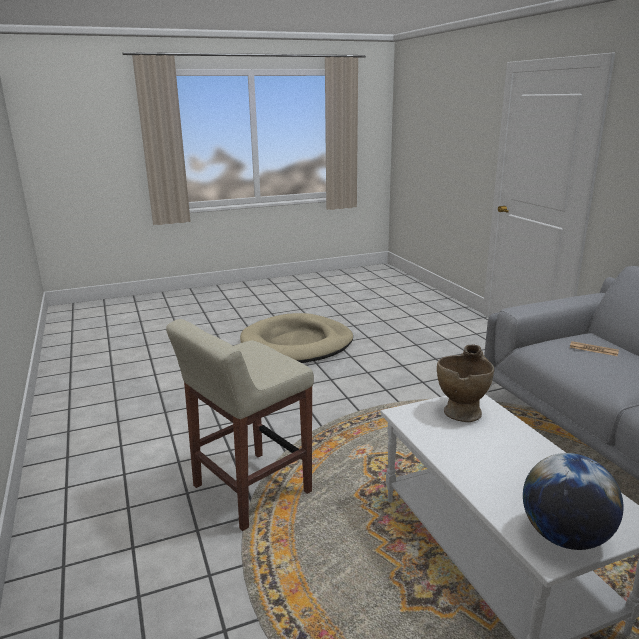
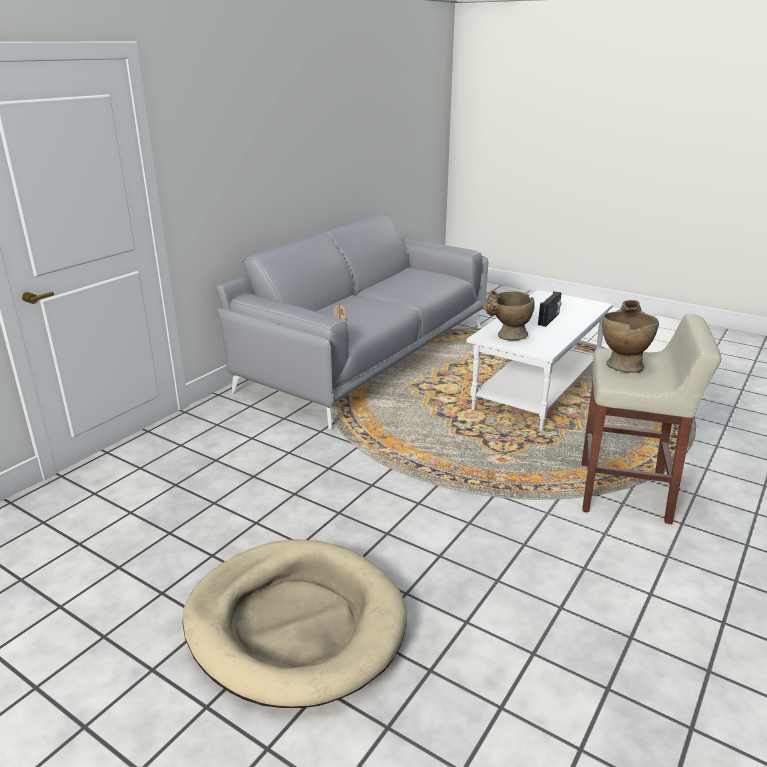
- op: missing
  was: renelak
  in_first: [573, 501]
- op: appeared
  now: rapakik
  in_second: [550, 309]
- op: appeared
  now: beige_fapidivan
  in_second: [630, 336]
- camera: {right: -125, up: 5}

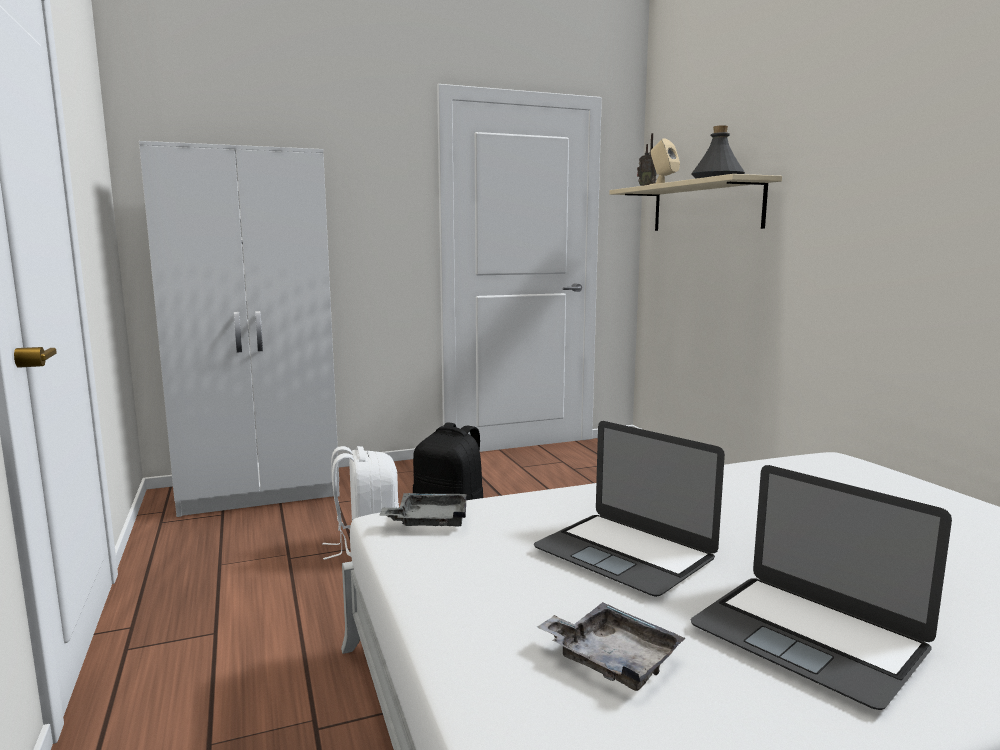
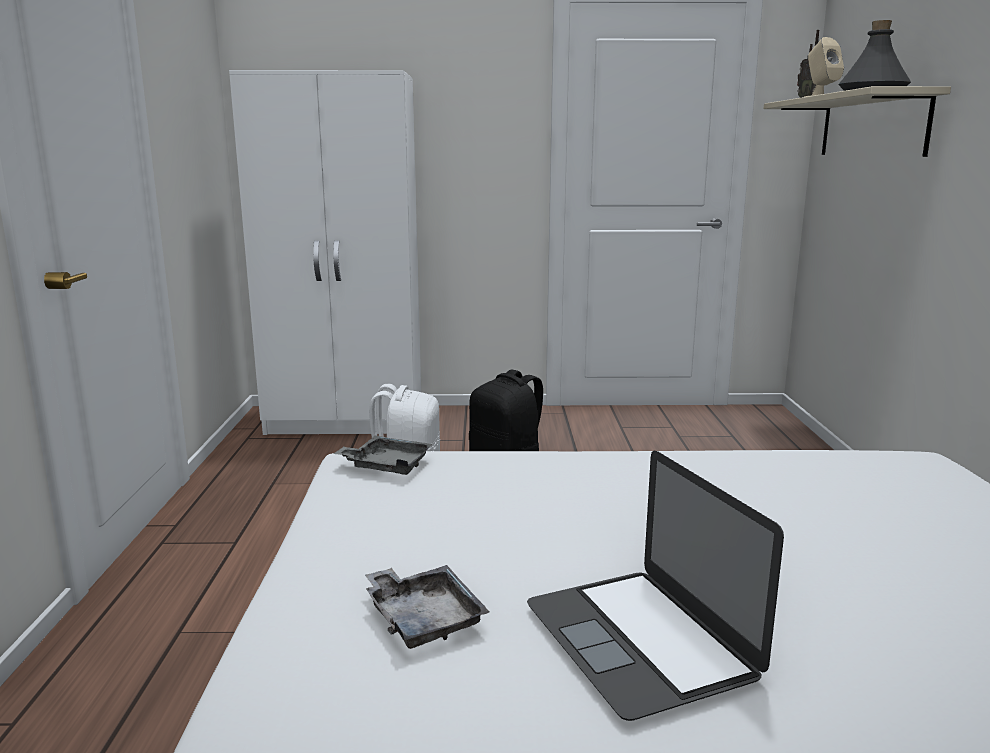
- op: missing
  was: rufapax
  in_first: [629, 509]
- camera: {right: 20, up: 5}

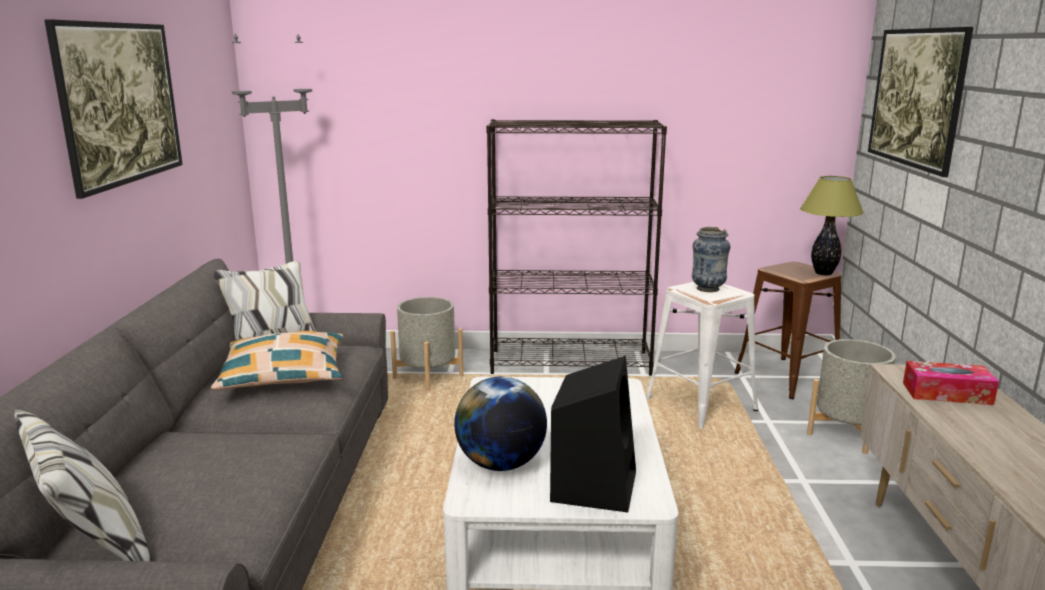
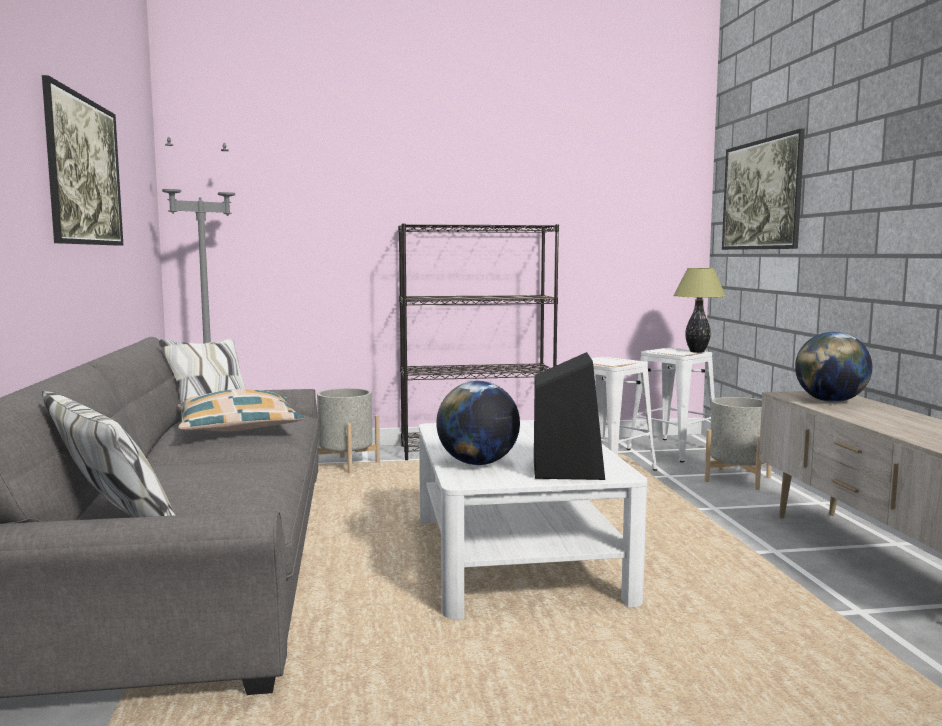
- op: missing
  was: fapidivan
  in_first: [711, 259]
- op: colour
  was: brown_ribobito
  now: white_ribobito
  in_first: [788, 330]
  in_second: [670, 405]
- op: exchanged
  was: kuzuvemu
  now: renelak
  in_first: [951, 383]
  in_second: [833, 367]
- camera: {right: -10, up: -10}

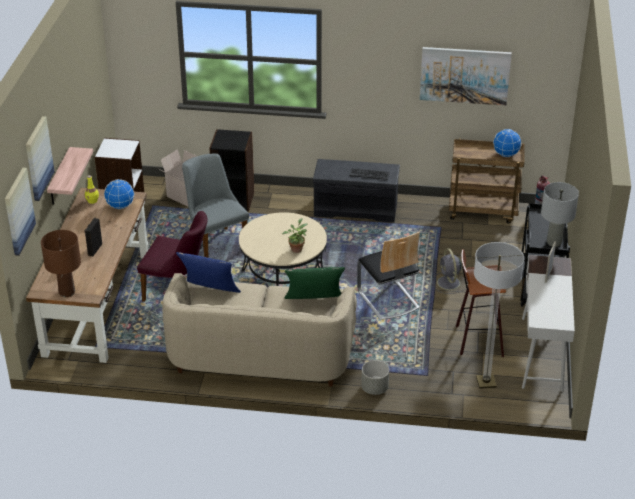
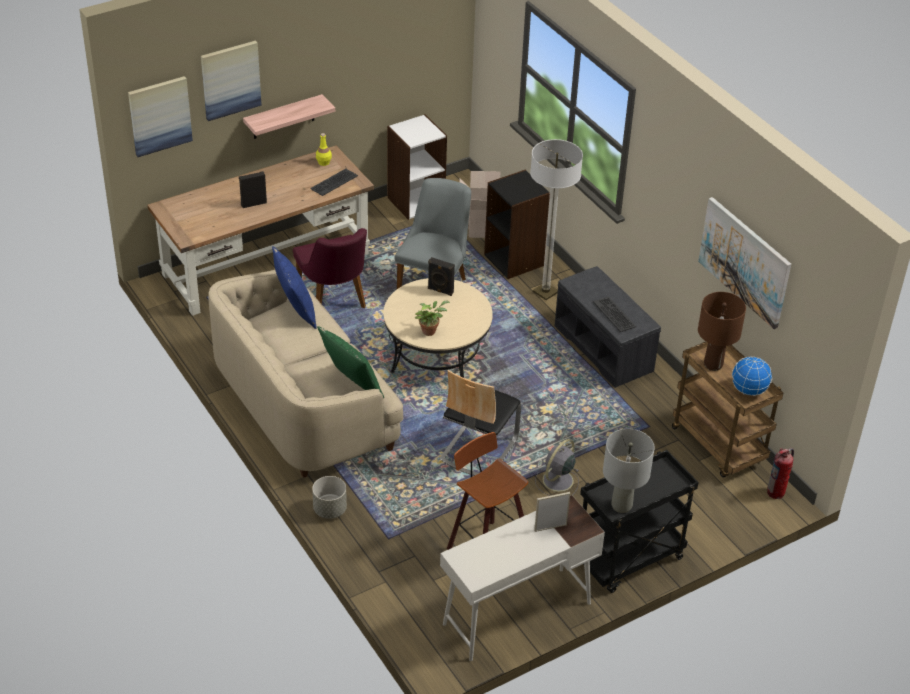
- op: exchanged
  was: renelak
  now: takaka
  in_first: [119, 194]
  in_second: [334, 182]
- op: relocated
  was: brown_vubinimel
  in_first: [61, 263]
  in_second: [722, 331]
- op: relocated
  was: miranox
  in_first: [499, 315]
  in_second: [556, 219]
- op: appeared
  now: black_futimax
  in_second: [441, 276]
- camera: {right: 50, up: 5}

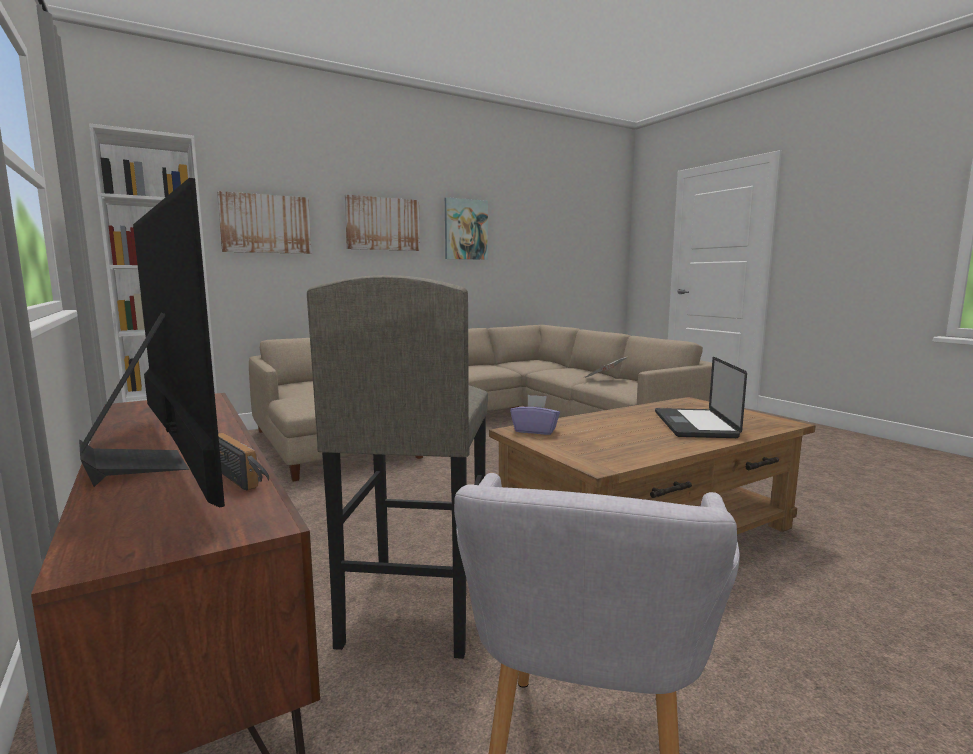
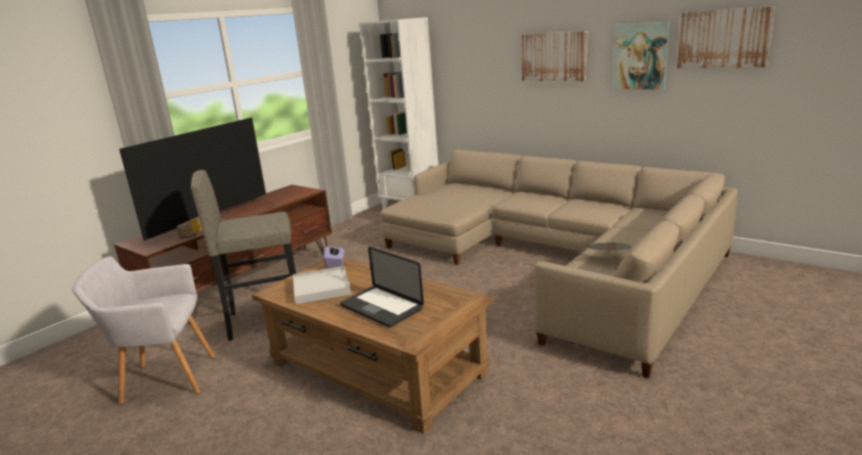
- op: relocated
  was: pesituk
  in_first: [264, 222]
  in_second: [726, 37]
- op: spun
  was: rufapax
  in_first: [701, 397]
  in_second: [382, 287]
  clockwise: -120
- op: appeared
  now: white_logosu
  in_second: [322, 285]
- camera: {right: 70, up: 10}

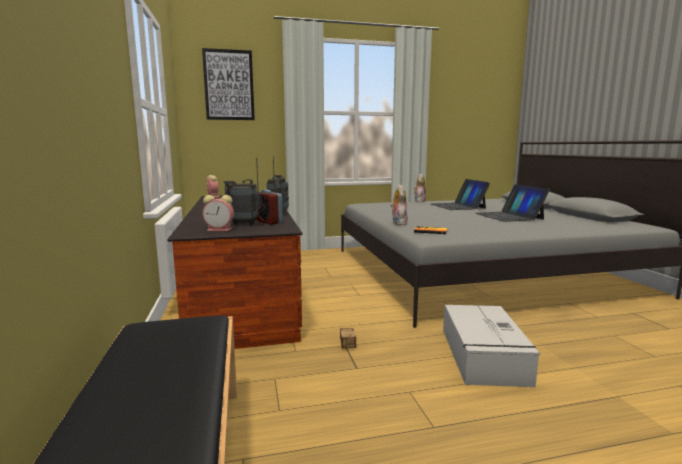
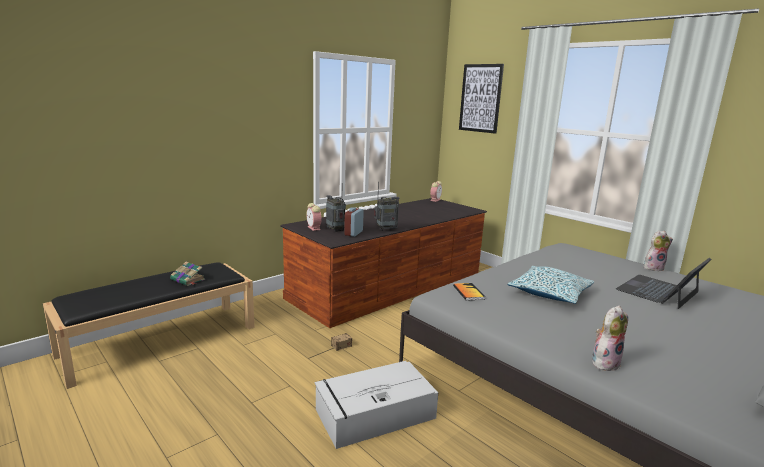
- op: missing
  was: rufapax
  in_first: [512, 203]
- op: relocated
  was: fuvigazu
  in_first: [399, 205]
  in_second: [610, 338]
- op: appeared
  now: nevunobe
  in_second: [187, 274]
- op: appeared
  now: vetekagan
  in_second: [550, 285]
- camera: {right: 60, up: 5}

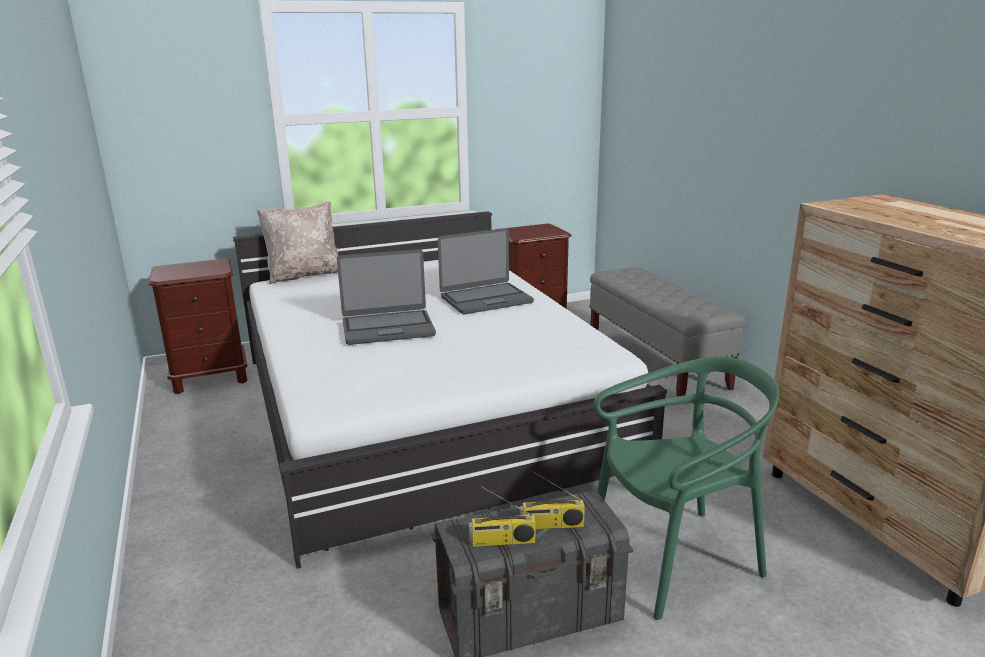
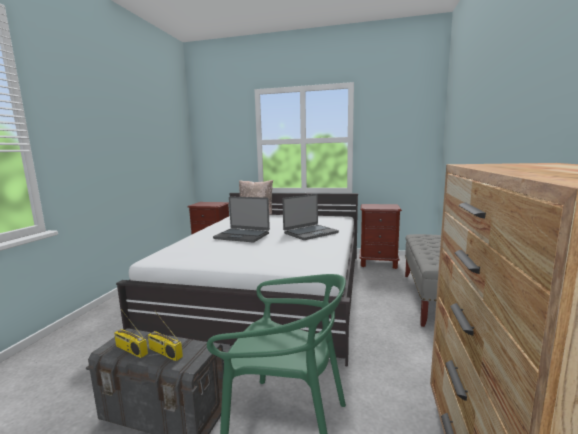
- op: spun
  was: rufapax
  in_first: [486, 271]
  in_second: [310, 217]
  clockwise: -45
- camera: {right: 35, up: -10}

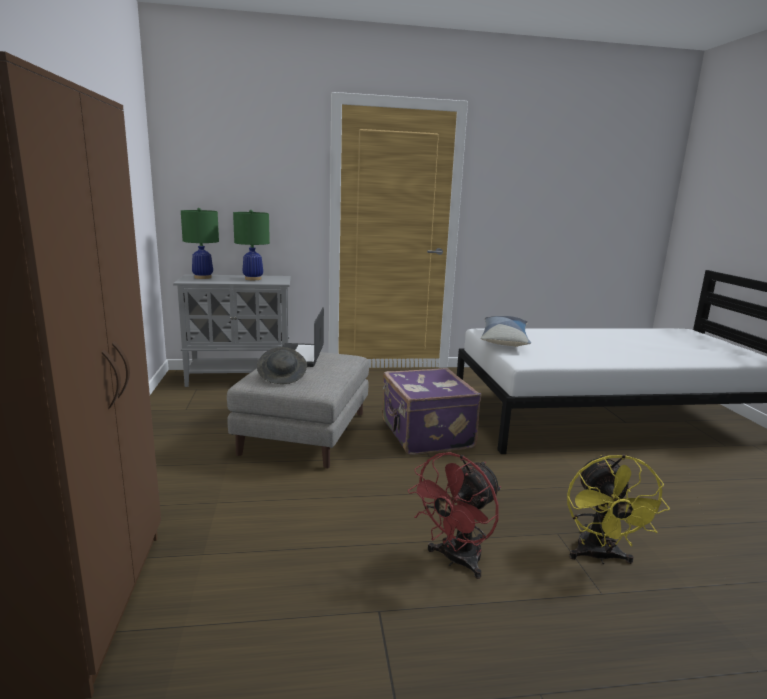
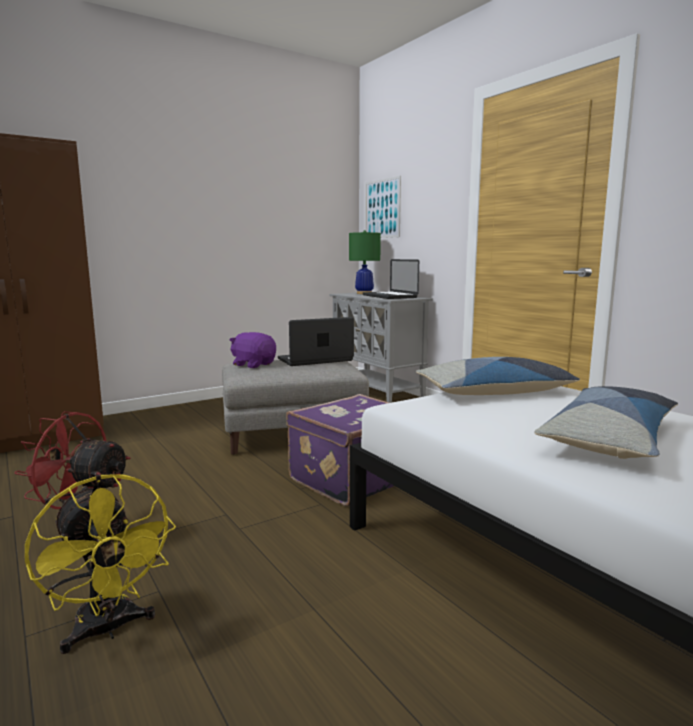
- op: exchanged
  was: green_vubinimel
  now: rufapax
  in_first: [251, 245]
  in_second: [391, 279]
- op: exchanged
  was: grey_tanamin
  now: purple_fuvigazu
  in_first: [282, 365]
  in_second: [253, 350]
- op: spun
  was: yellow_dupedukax
  in_first: [618, 509]
  in_second: [100, 564]
  clockwise: -105
- op: appeared
  now: pesituk
  in_second: [383, 207]
- op: appeared
  now: vetekagan
  in_second: [606, 422]
- camera: {right: 65, up: -5}

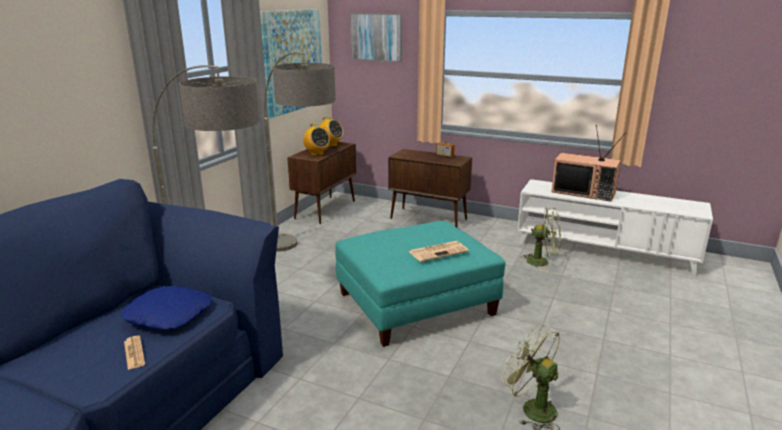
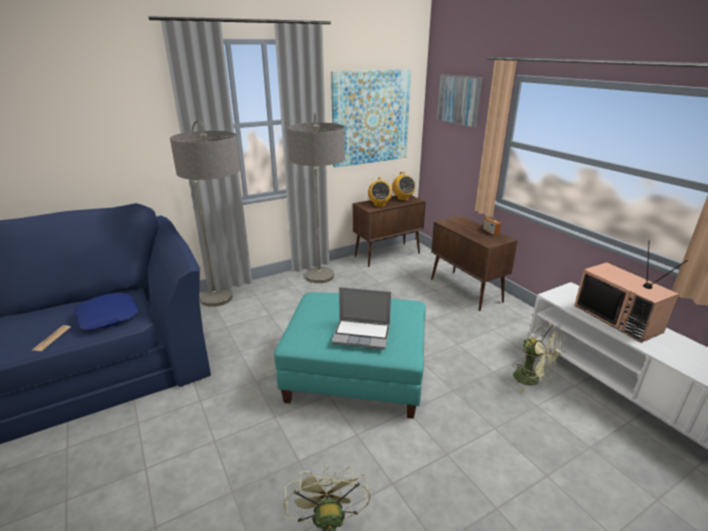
- op: exchanged
  was: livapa
  now: rufapax
  in_first: [438, 251]
  in_second: [361, 318]
- camera: {right: 35, up: 5}

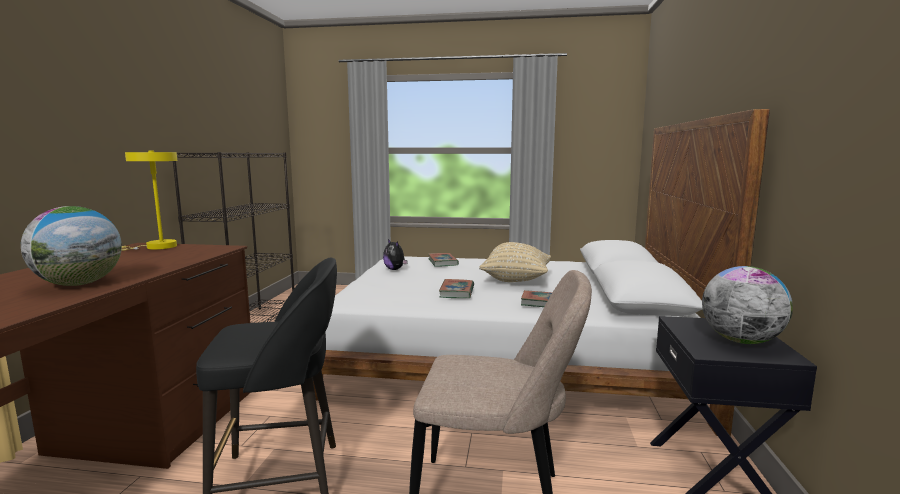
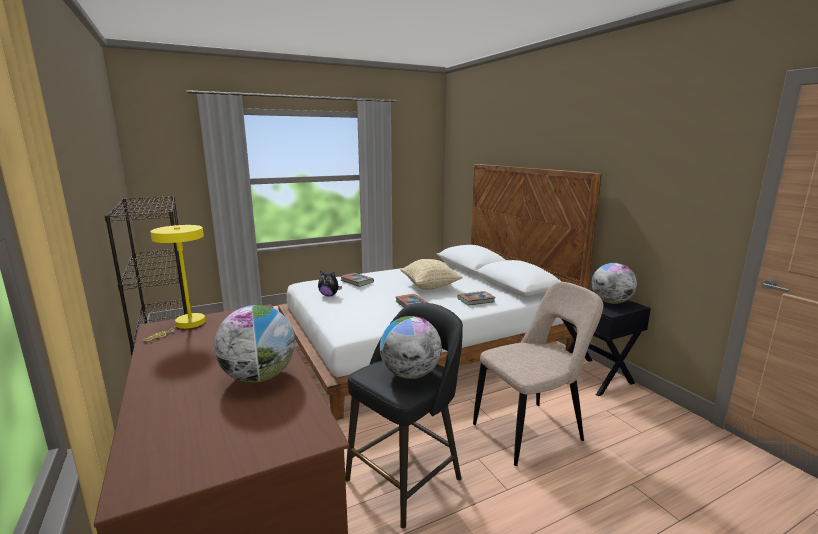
- op: appeared
  now: renelak
  in_second: [411, 347]
- camera: {right: -35, up: 5}

